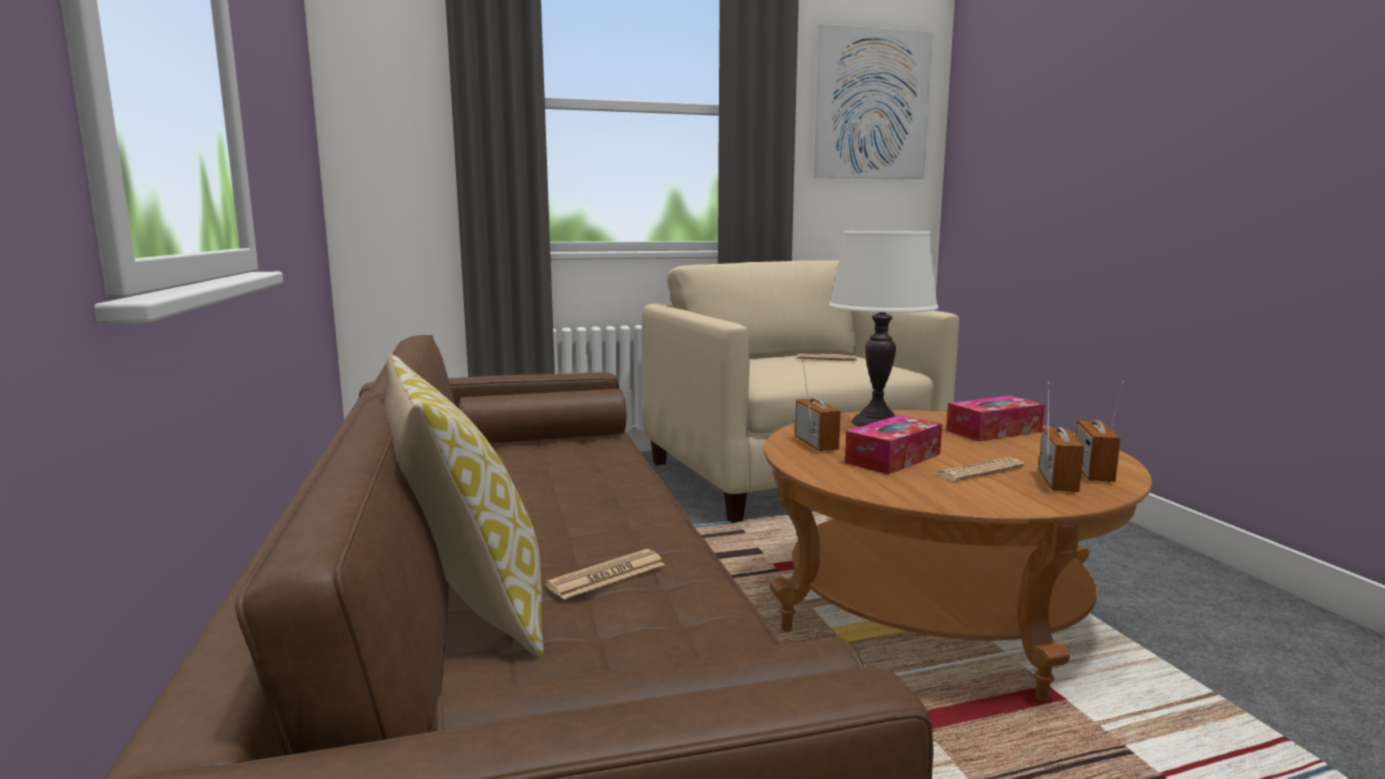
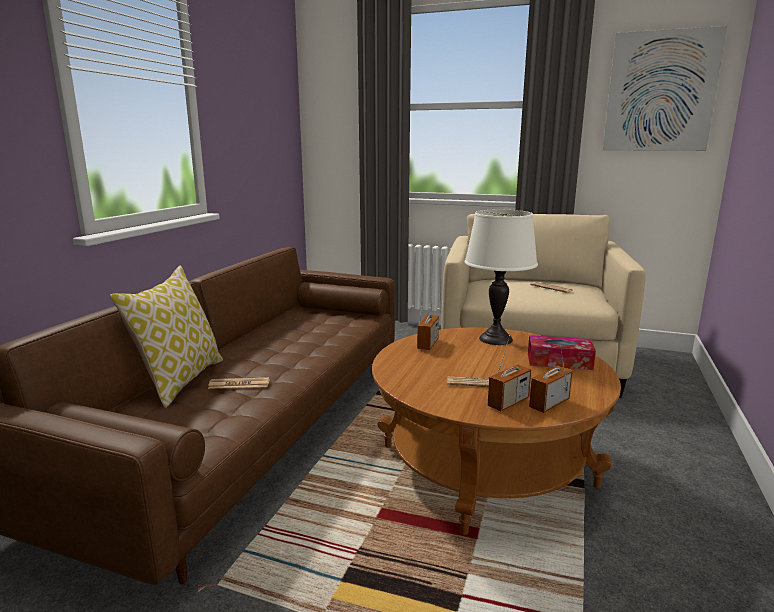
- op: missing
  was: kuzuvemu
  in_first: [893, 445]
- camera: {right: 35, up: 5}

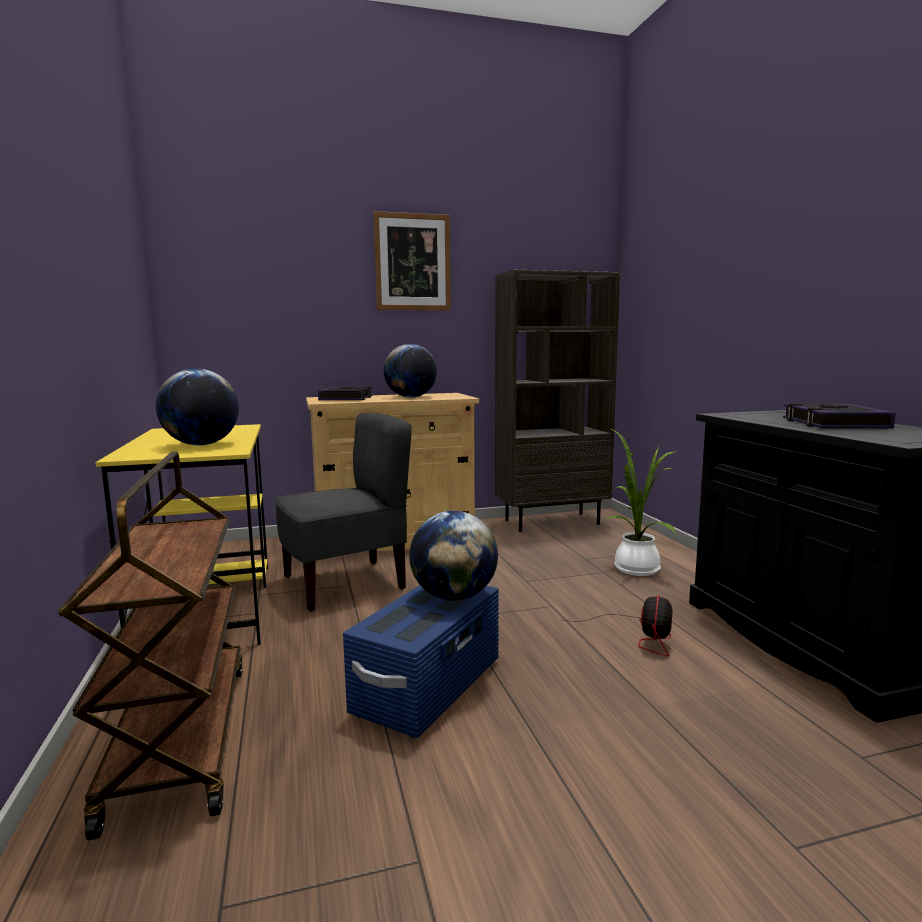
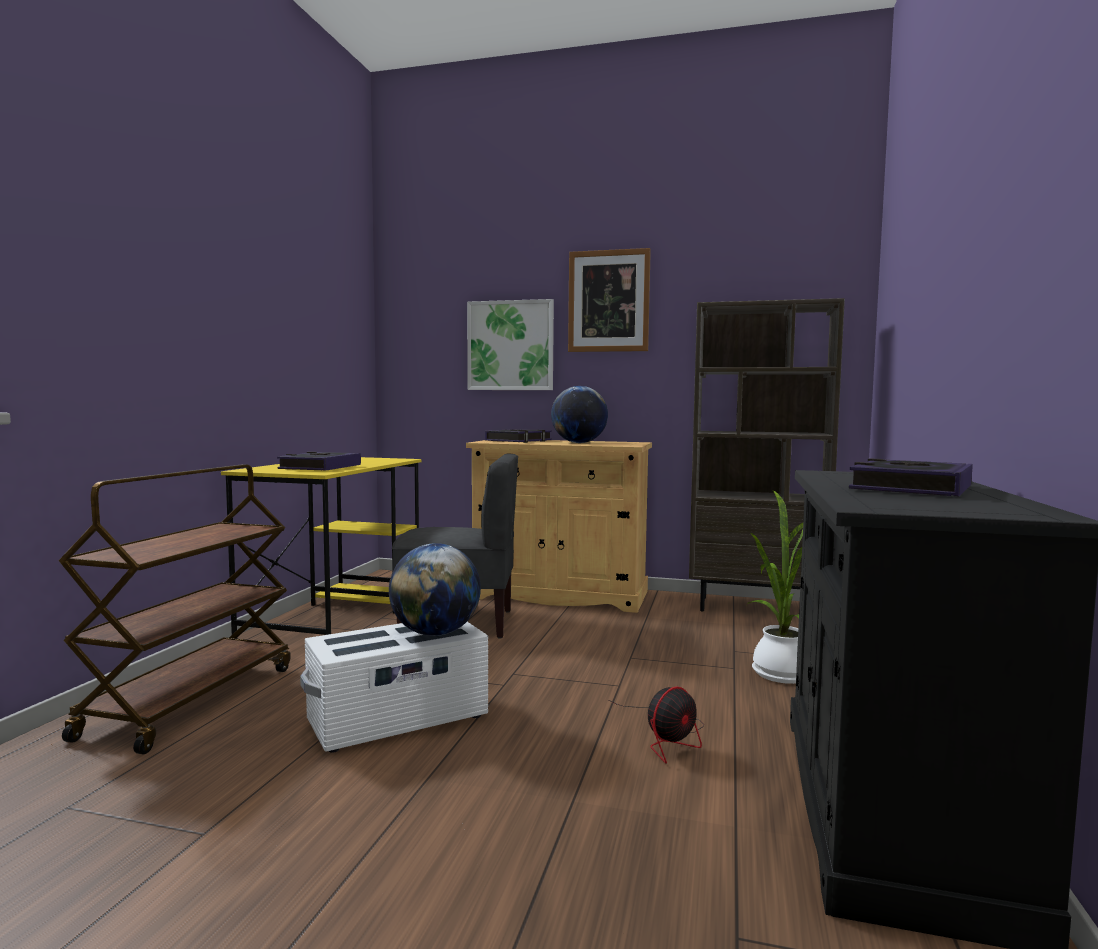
- op: exchanged
  was: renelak
  now: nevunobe
  in_first: [197, 407]
  in_second: [319, 461]
- op: colour
  was: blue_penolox
  now: white_penolox
  in_first: [421, 661]
  in_second: [394, 687]
- op: appeared
  now: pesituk
  in_second: [510, 344]
- camera: {right: 30, up: -5}

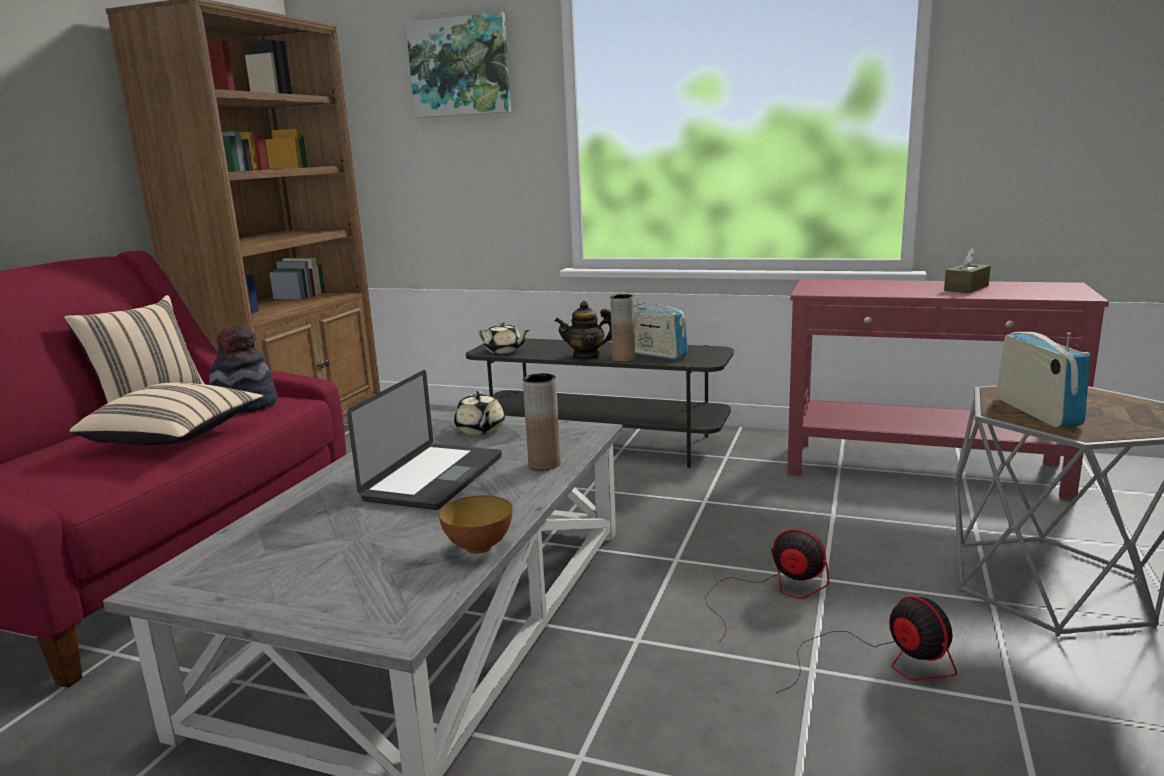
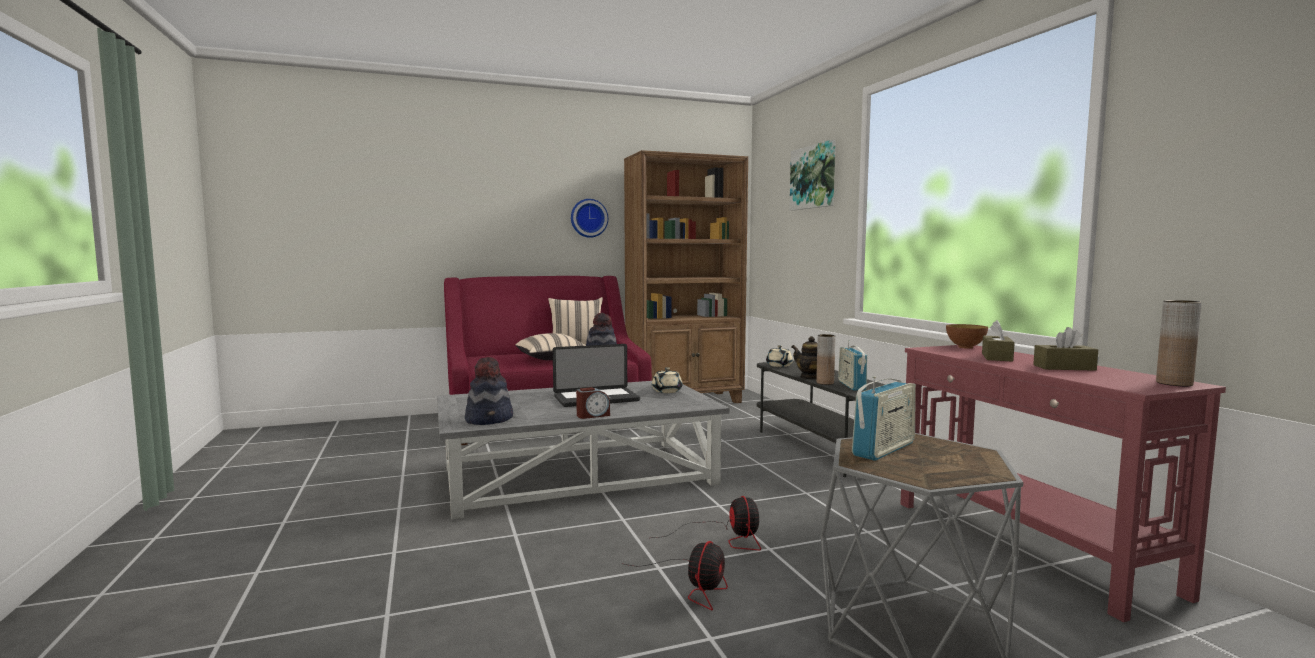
- op: relocated
  was: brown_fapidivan
  in_first: [541, 421]
  in_second: [1179, 343]
- op: relocated
  was: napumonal
  in_first: [475, 524]
  in_second: [967, 336]
- op: appeared
  now: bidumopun
  in_second: [589, 218]
- op: appeared
  now: brown_kuzuvemu
  in_second: [998, 341]
- op: appeared
  now: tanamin
  in_second: [489, 391]
- op: appeared
  now: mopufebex
  in_second: [593, 403]
- camera: {right: 50, up: -10}

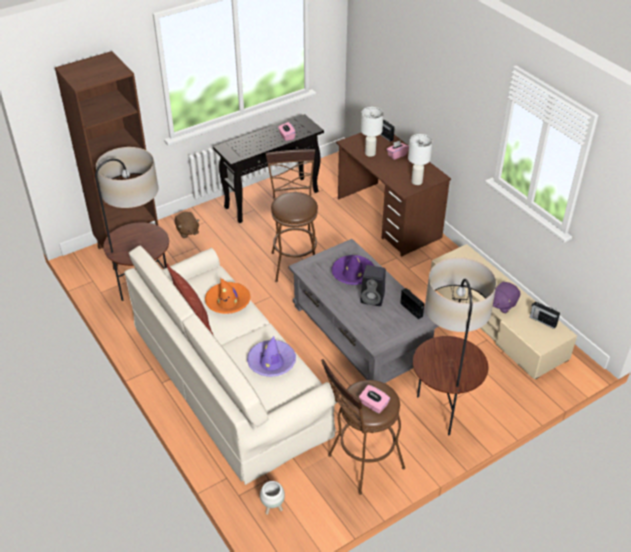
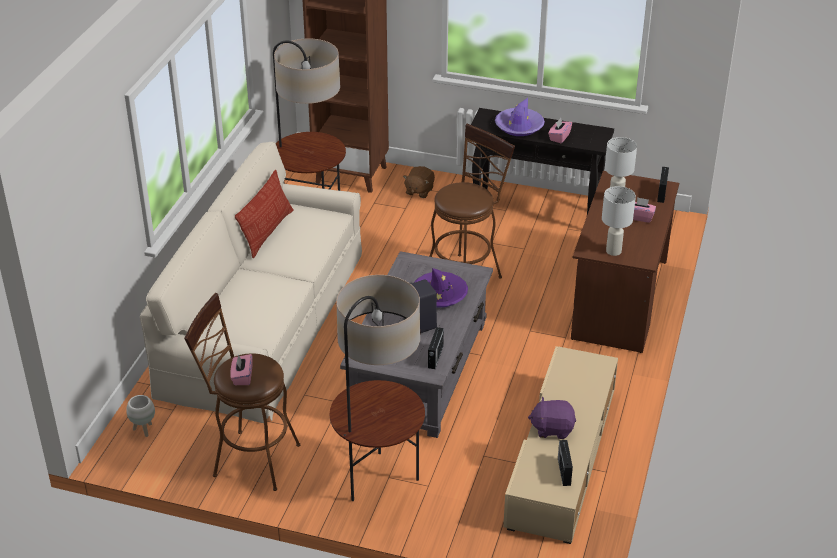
- op: missing
  was: orange_tanamin
  in_first: [228, 296]
- op: relocated
  was: purple_tanamin
  in_first: [271, 356]
  in_second: [520, 117]
- camera: {right: 50, up: -5}

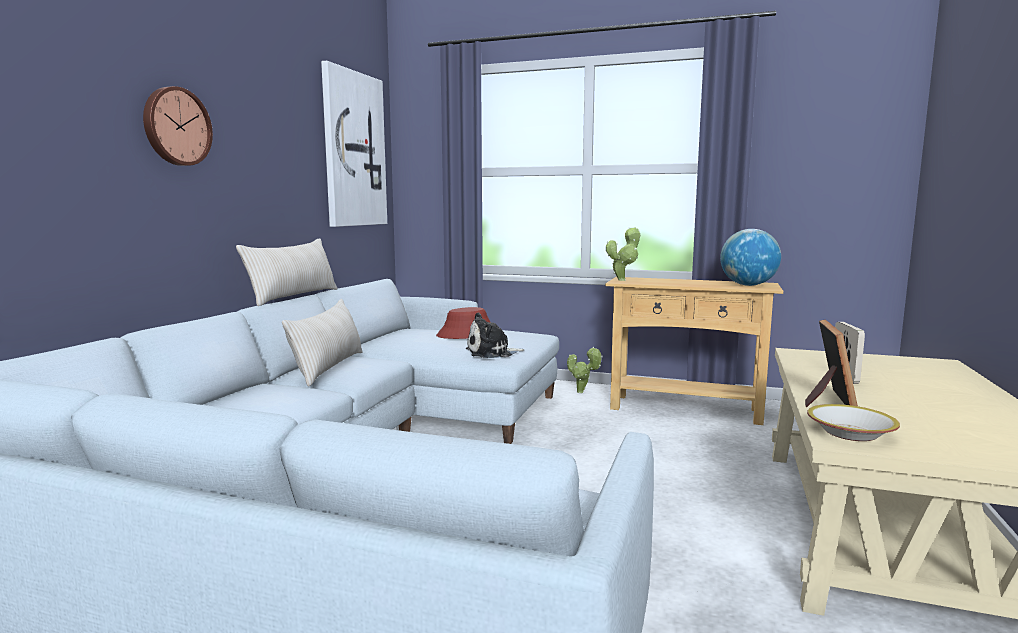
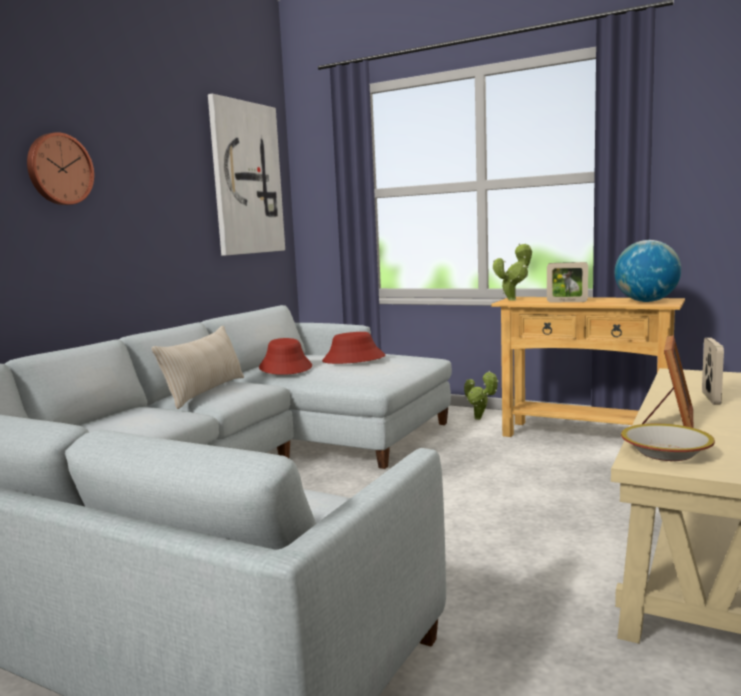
- op: missing
  was: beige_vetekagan
  in_first: [287, 272]
- op: missing
  was: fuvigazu
  in_first: [495, 335]
- op: appeared
  now: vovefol
  in_second: [567, 282]
- op: appeared
  now: red_tanamin
  in_second: [285, 356]
- camera: {right: 10, up: 0}

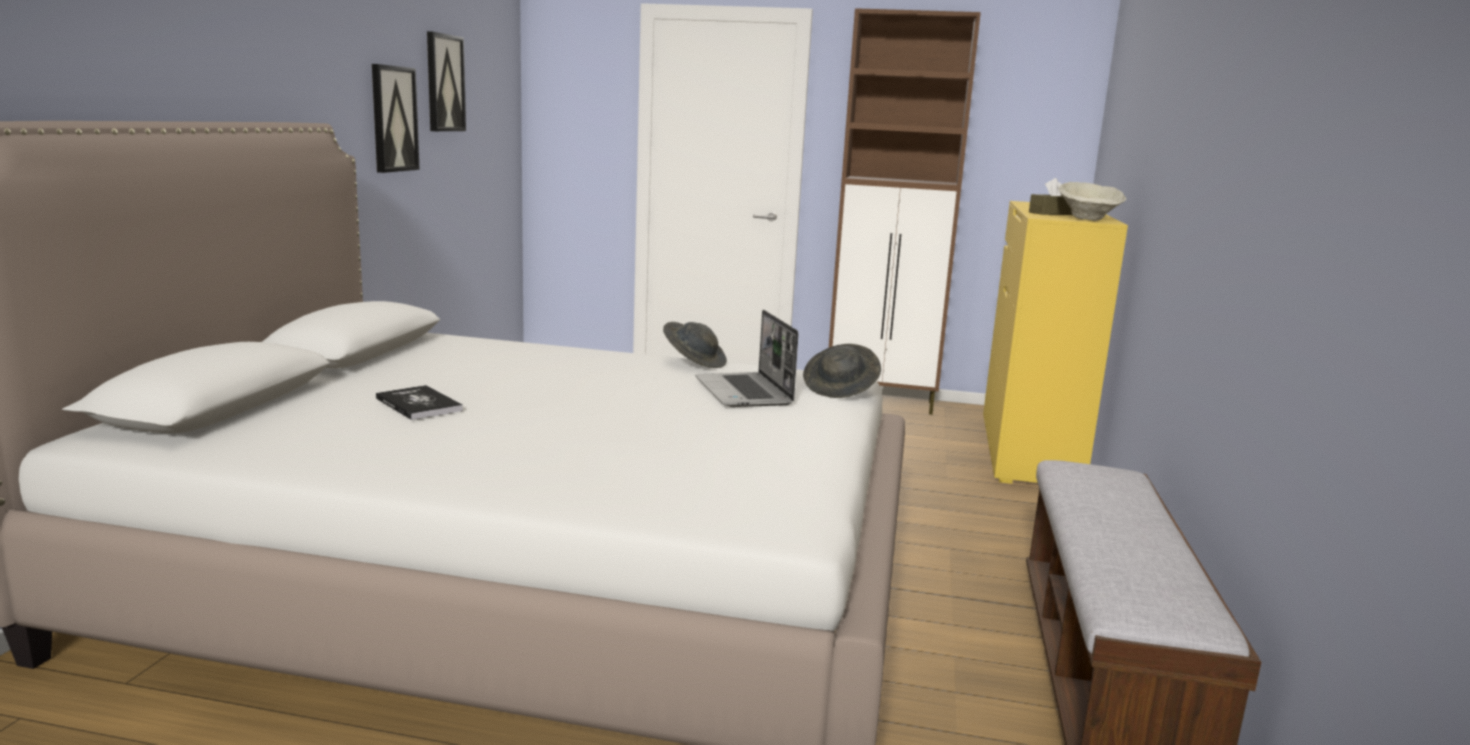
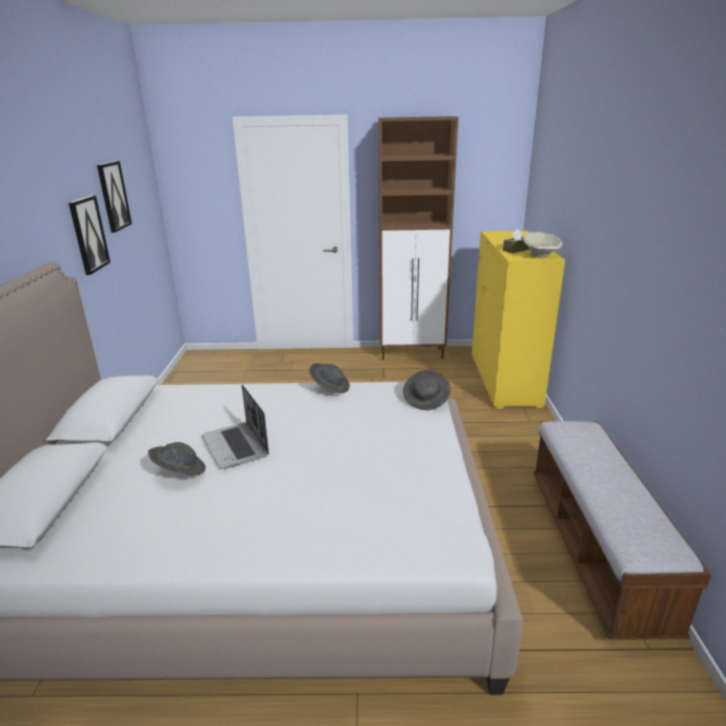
- op: relocated
  was: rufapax
  in_first: [747, 358]
  in_second: [235, 426]
- op: exchanged
  was: nevunobe
  now: grey_tanamin
  in_first: [419, 402]
  in_second: [177, 459]
- camera: {right: -10, up: 10}

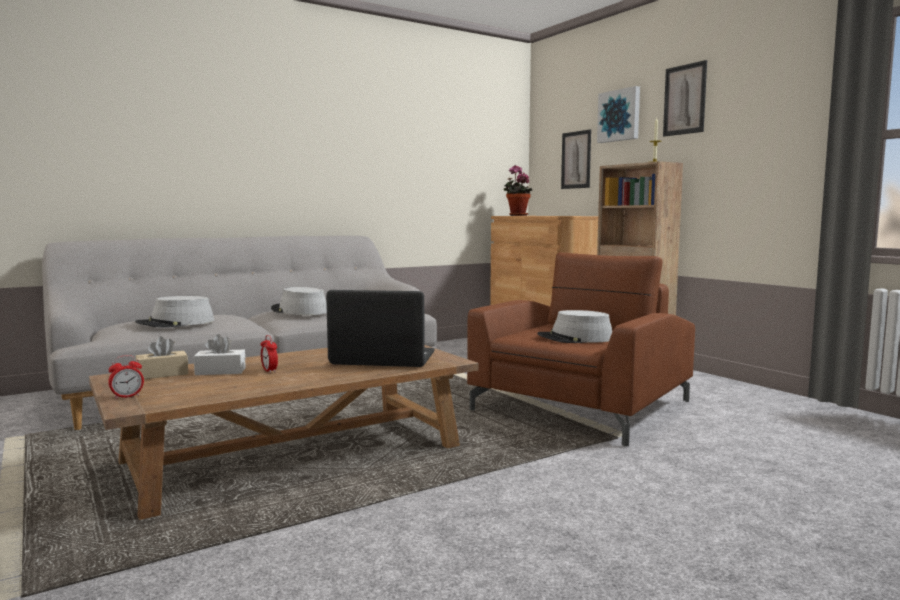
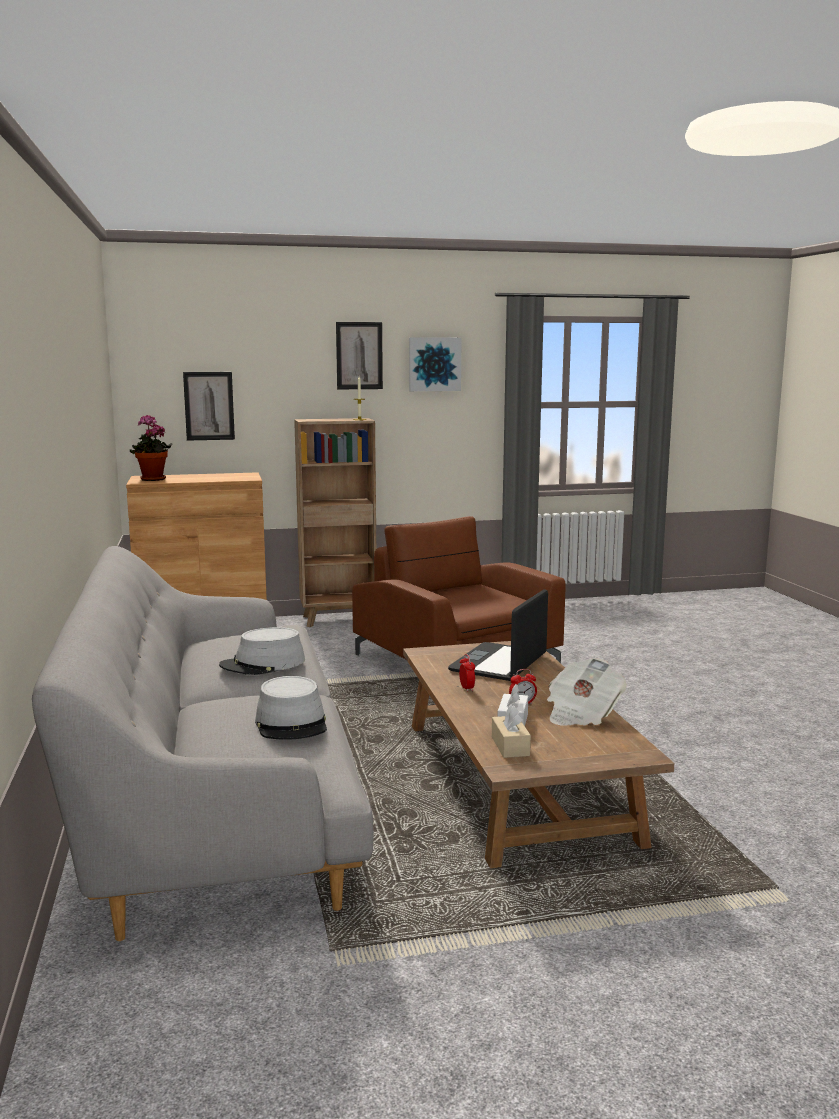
- op: relocated
  was: pesituk
  in_first: [618, 114]
  in_second: [435, 364]
- op: missing
  was: grey_tanamin
  in_first: [574, 326]
- op: relocated
  was: mopufebex
  in_first: [126, 377]
  in_second: [467, 673]
- op: appeared
  now: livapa
  in_second: [587, 692]
- camera: {right: -70, up: 5}

